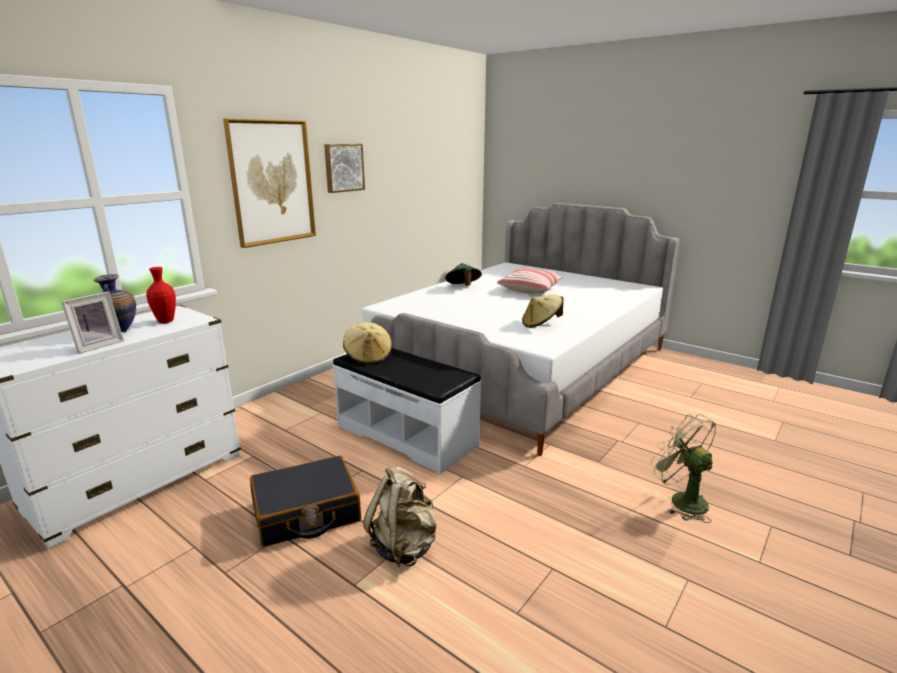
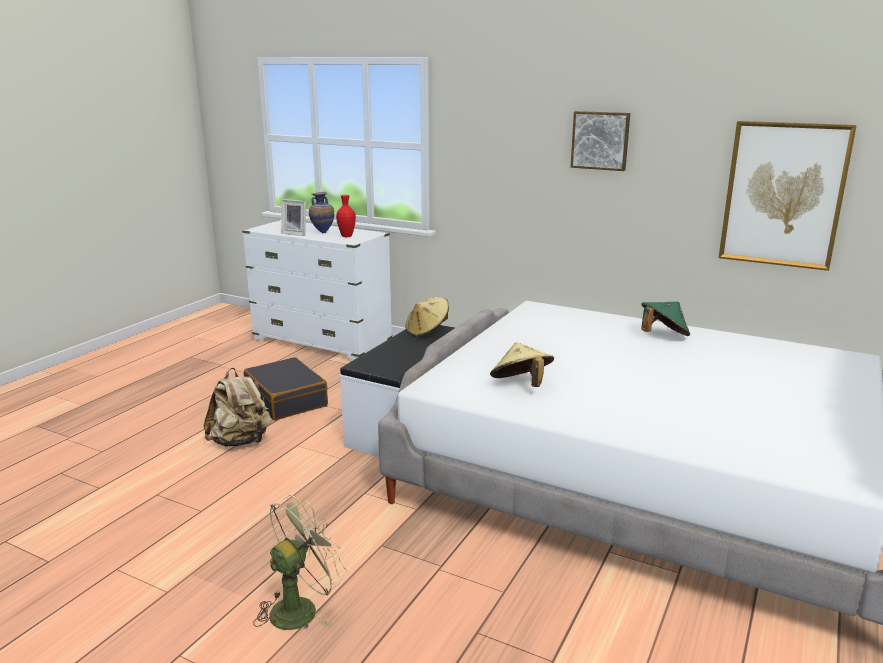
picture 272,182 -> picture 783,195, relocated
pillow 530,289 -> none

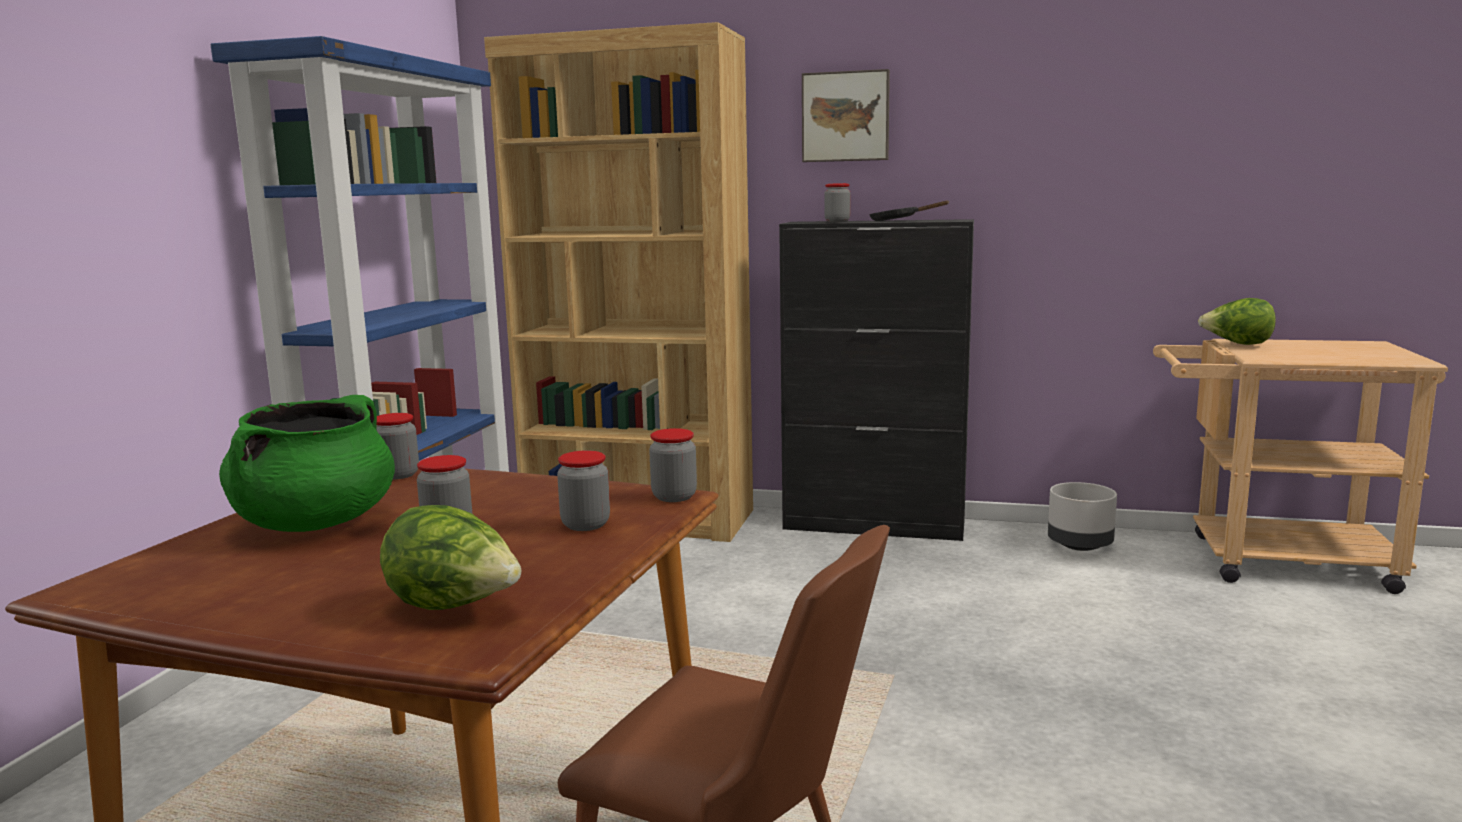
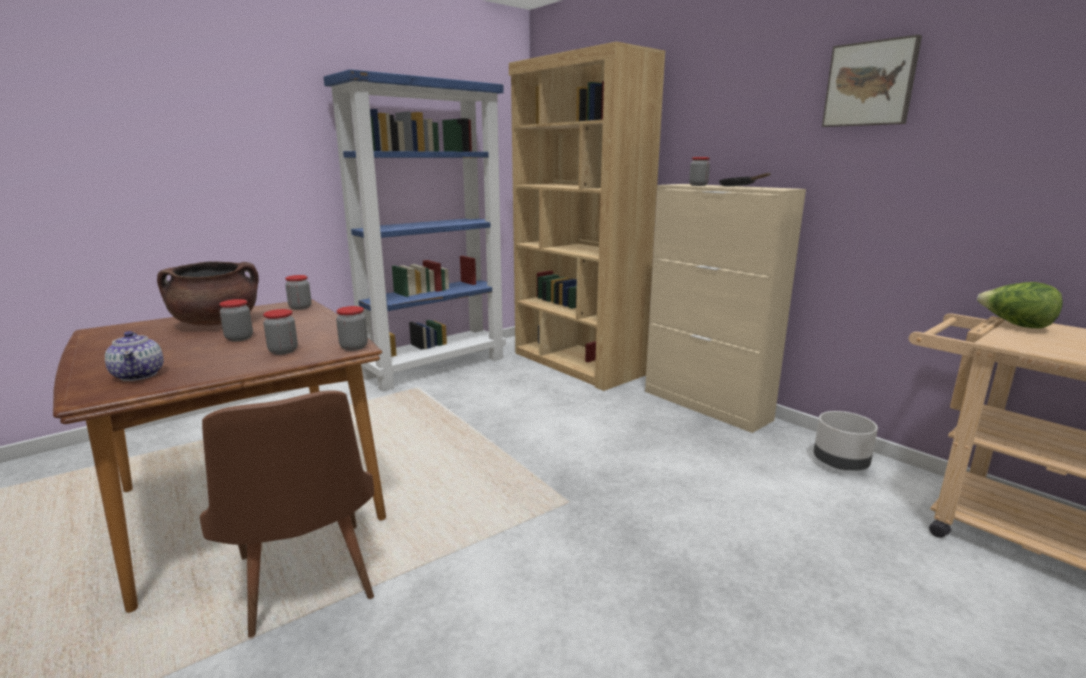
lettuce 455,607 -> teapot 139,375
green cooking pot 316,523 -> brown cooking pot 217,323
black cabinet 875,526 -> beige cabinet 706,405
picture 845,117 -> picture 870,84, relocated

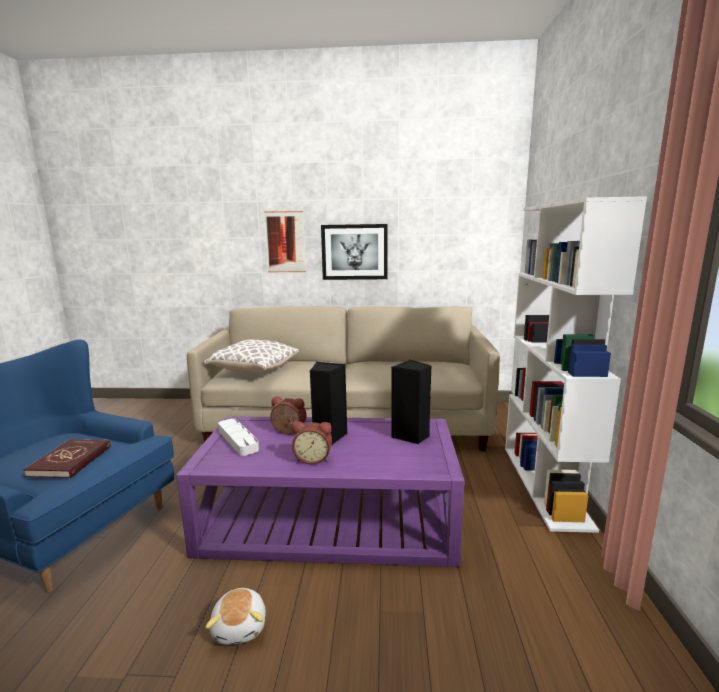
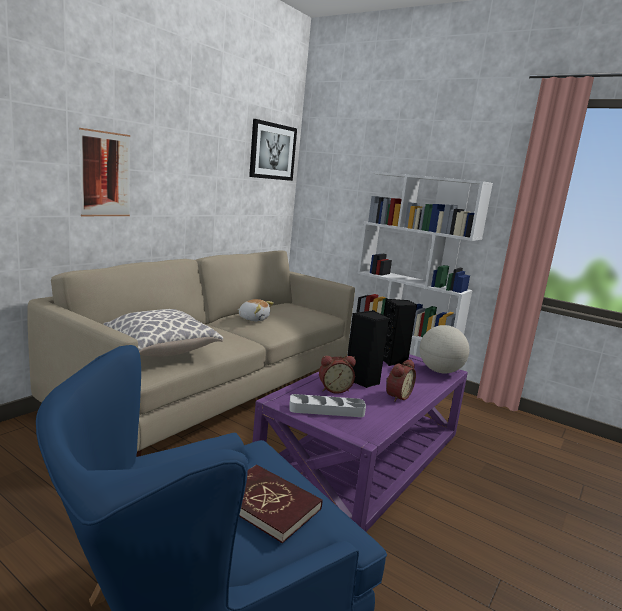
plush toy 240,626 -> plush toy 253,319, relocated
picture 354,252 -> picture 272,151, relocated
alarm clock 288,432 -> alarm clock 334,389, 150 degrees counterclockwise
none -> globe 440,371

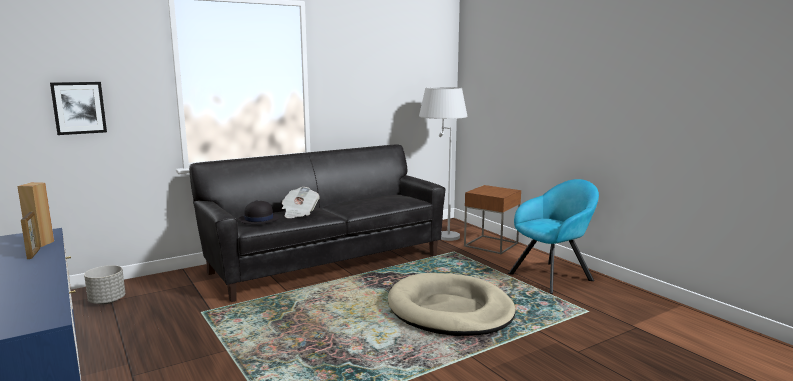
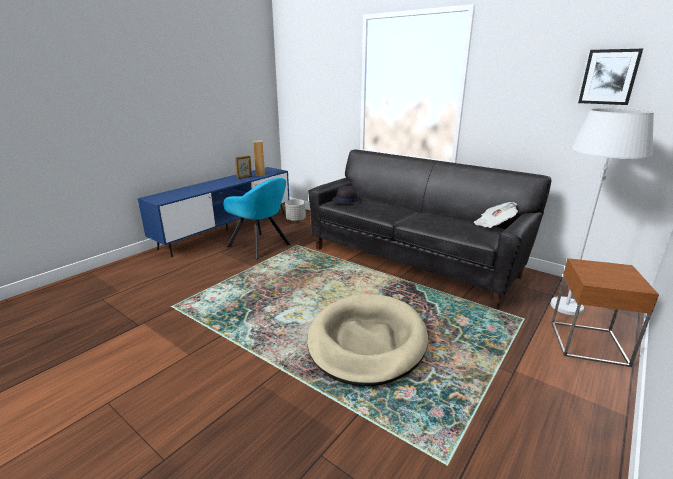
turquoise armchair 553,276 -> turquoise armchair 261,246, relocated
newspaper 299,213 -> newspaper 493,224, relocated
picture 79,108 -> picture 609,77, relocated

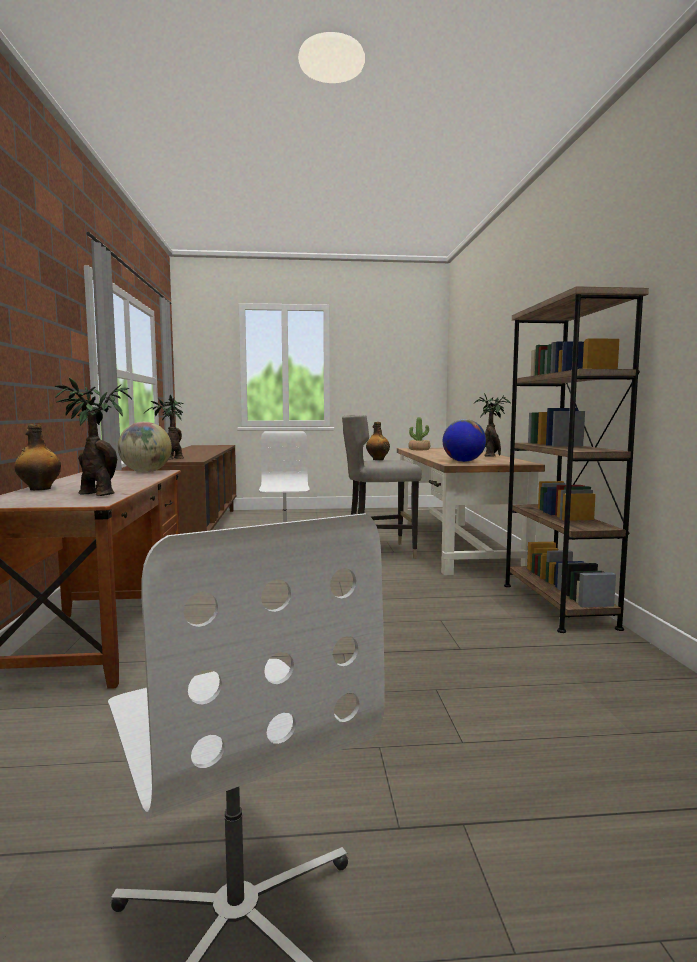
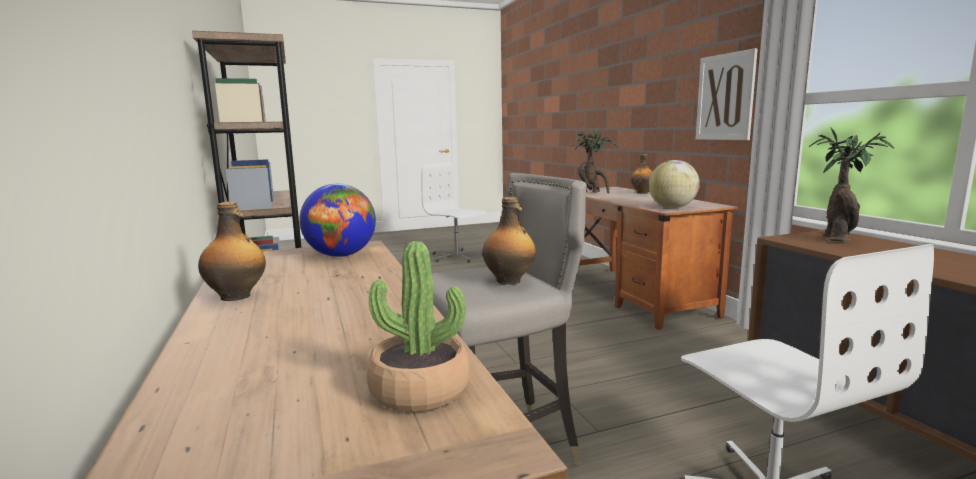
potted plant 491,456 -> bottle 237,296
none -> picture 725,97

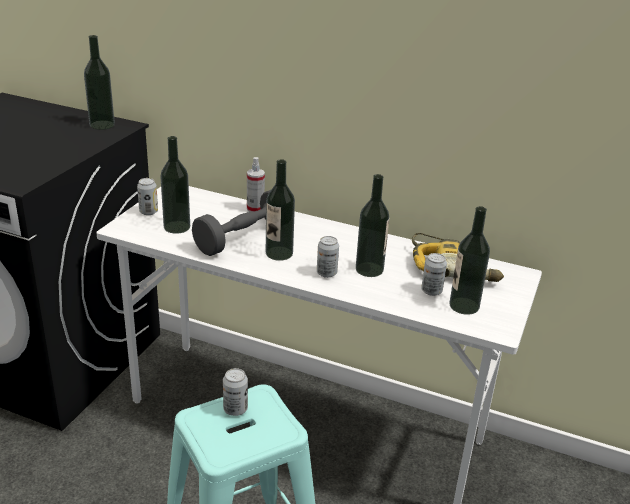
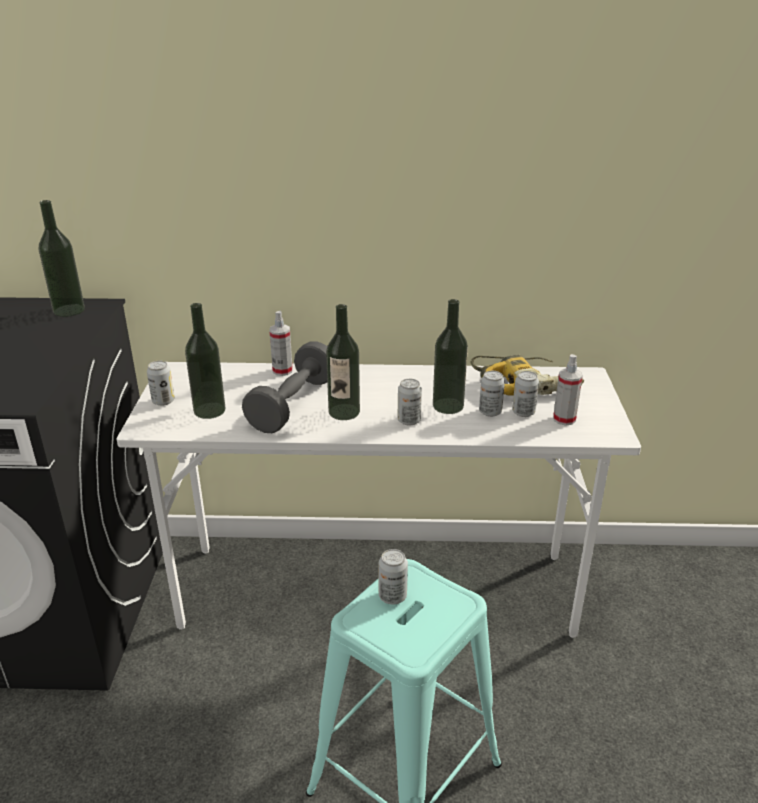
none -> can 490,412
bottle 464,306 -> spray bottle 564,419

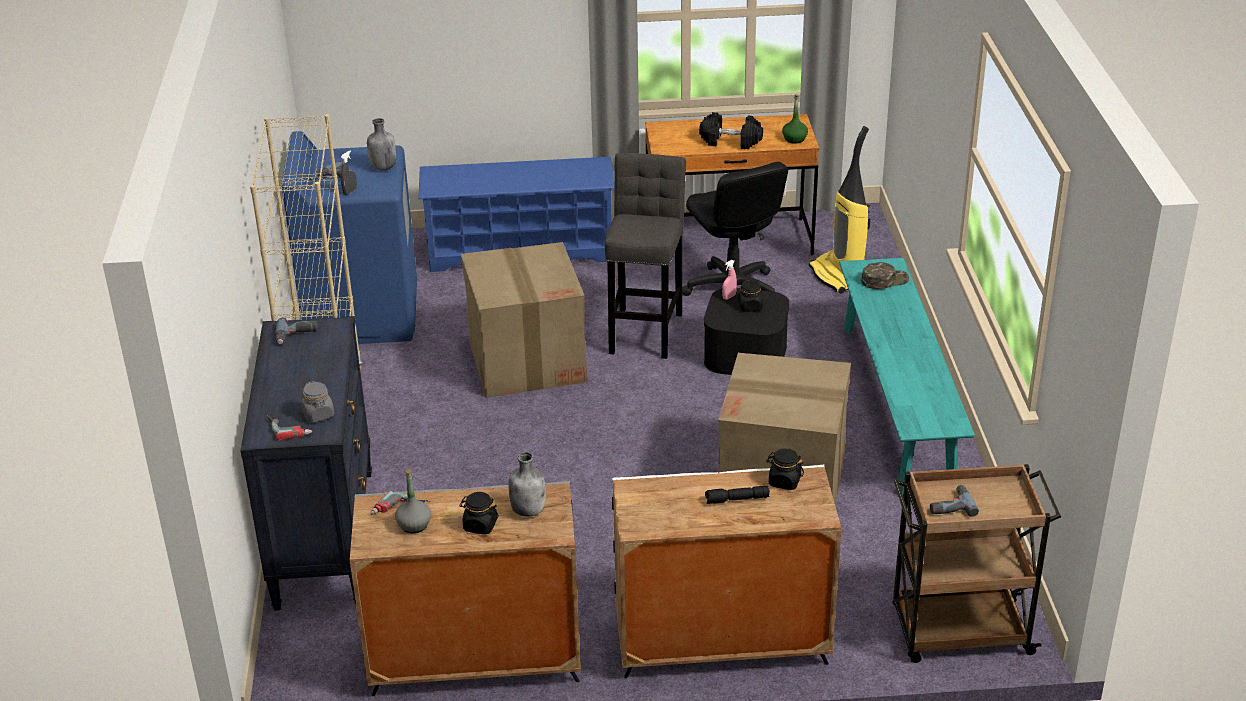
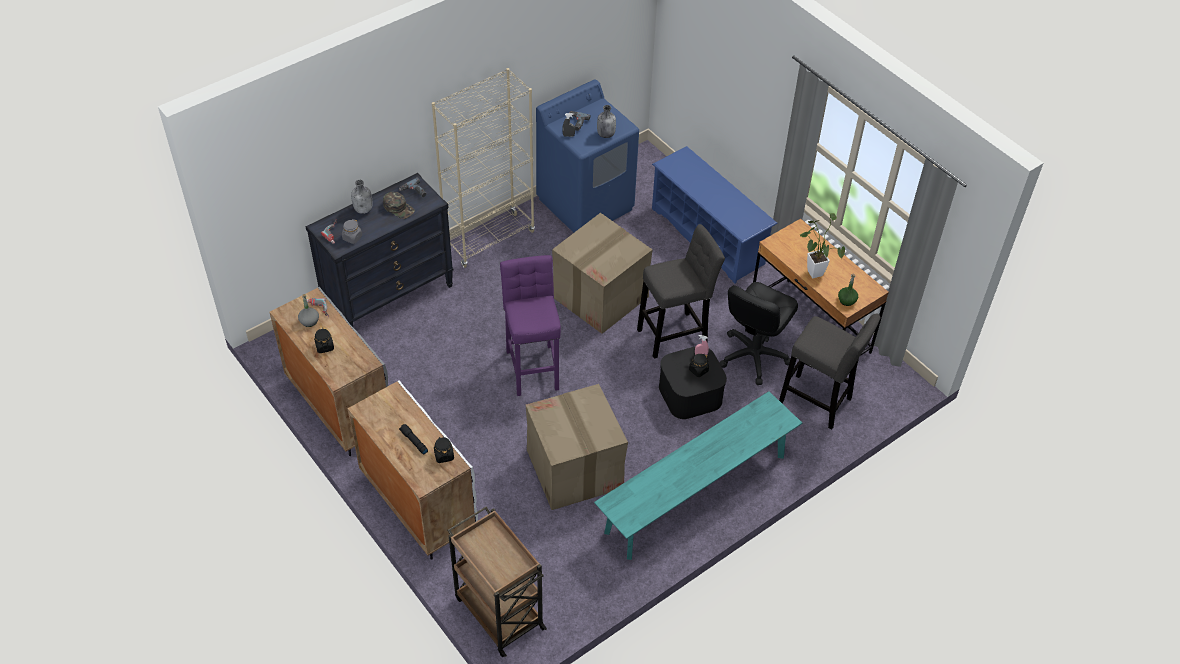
grey bottle 529,510 -> grey bottle 364,209, relocated
green cap 884,280 -> green cap 399,208, relocated
none -> purple stool 533,366
vacuum cleaner 839,276 -> grey stool 818,403
black dumbbell 731,141 -> potted plant 813,270
power drill 950,505 -> none

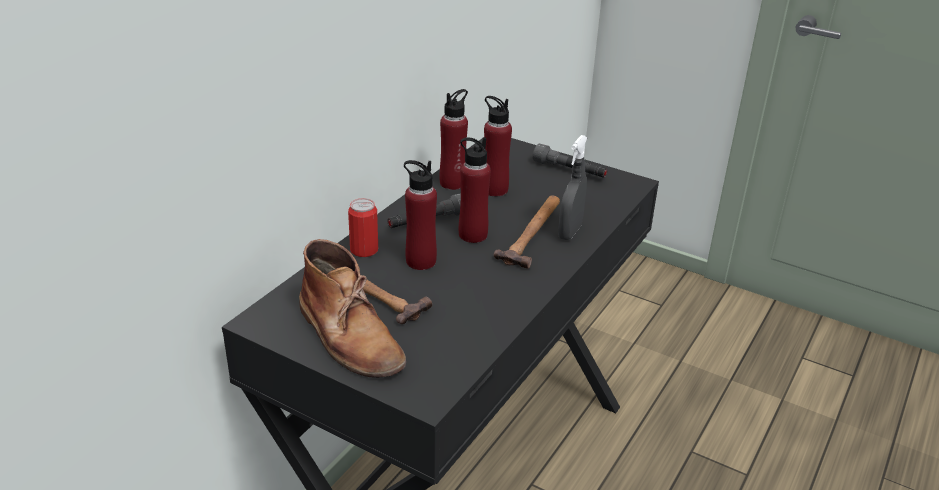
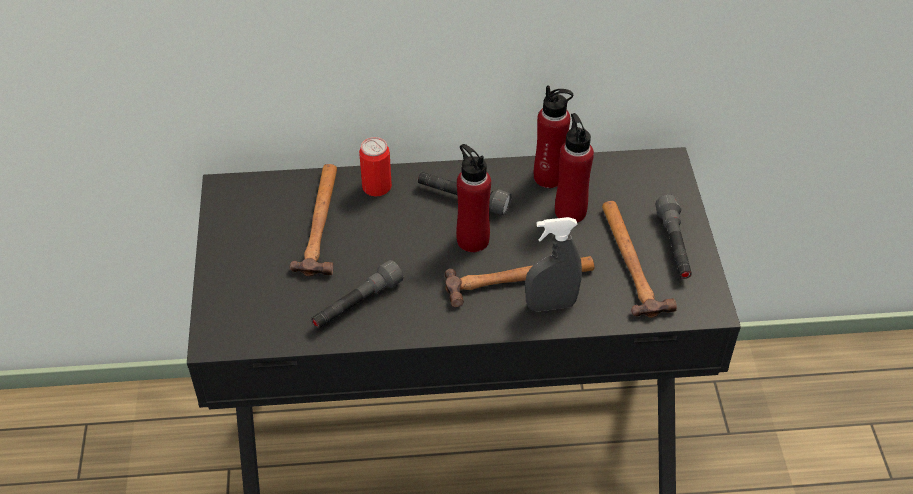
none -> grey flashlight 356,304
none -> hammer 631,261
brown boot 350,336 -> none
red bottle 420,261 -> none

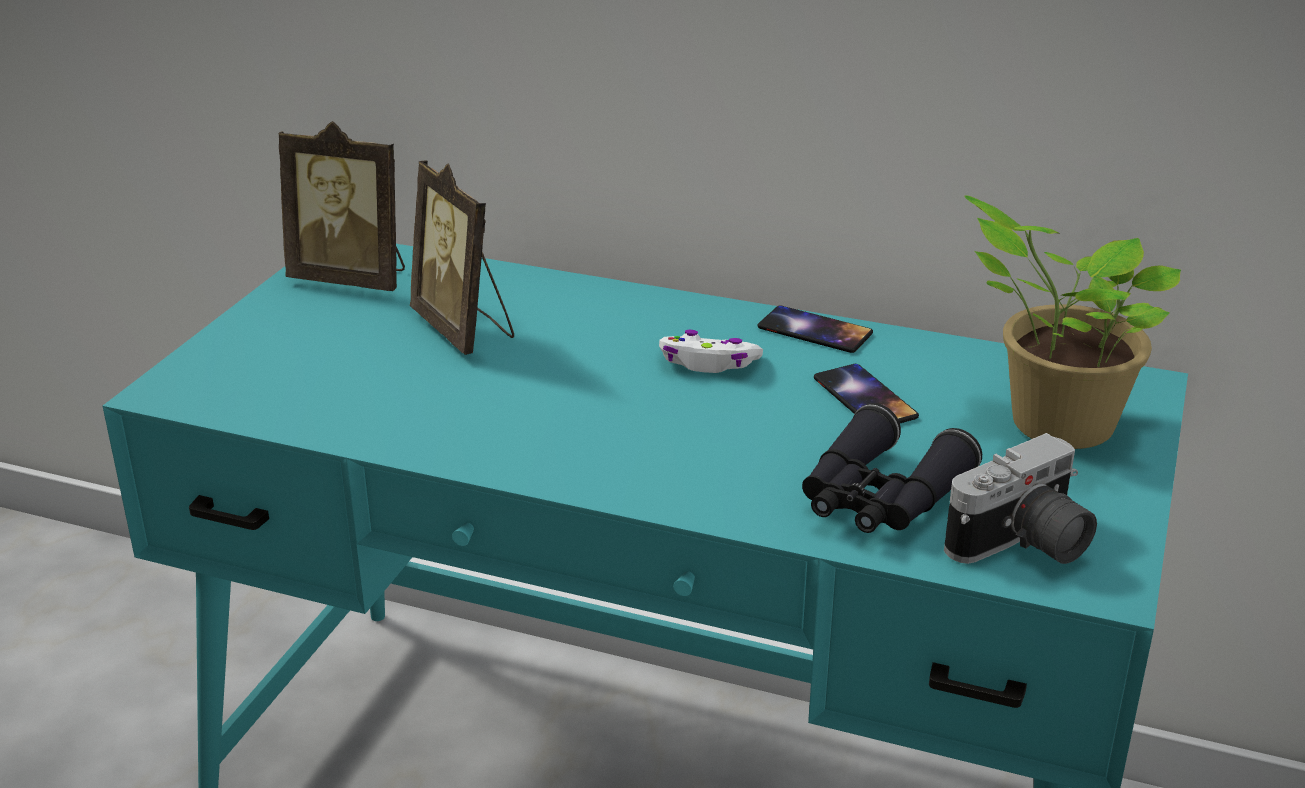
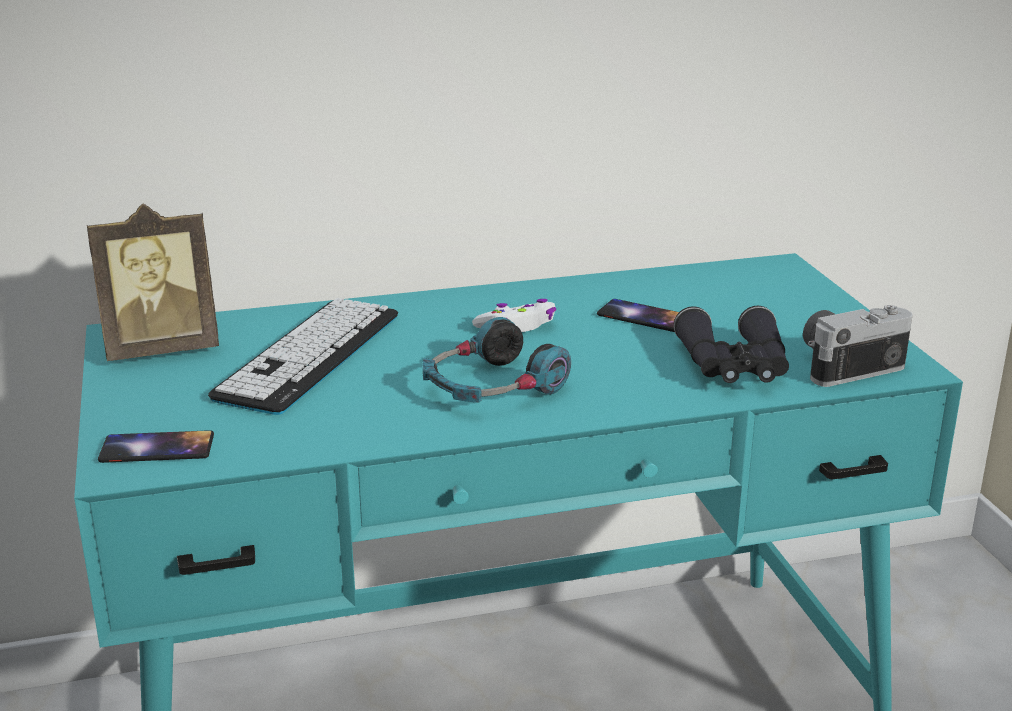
phone 815,330 -> phone 157,448, relocated
picture frame 465,329 -> keyboard 309,356
none -> headphones 492,387
photo camera 1024,546 -> photo camera 845,364, 135 degrees counterclockwise
potted plant 1053,423 -> none

